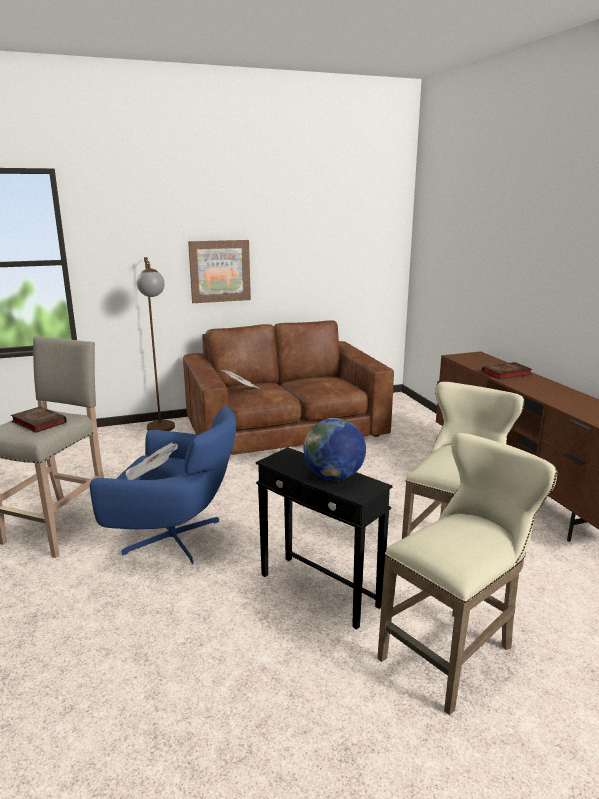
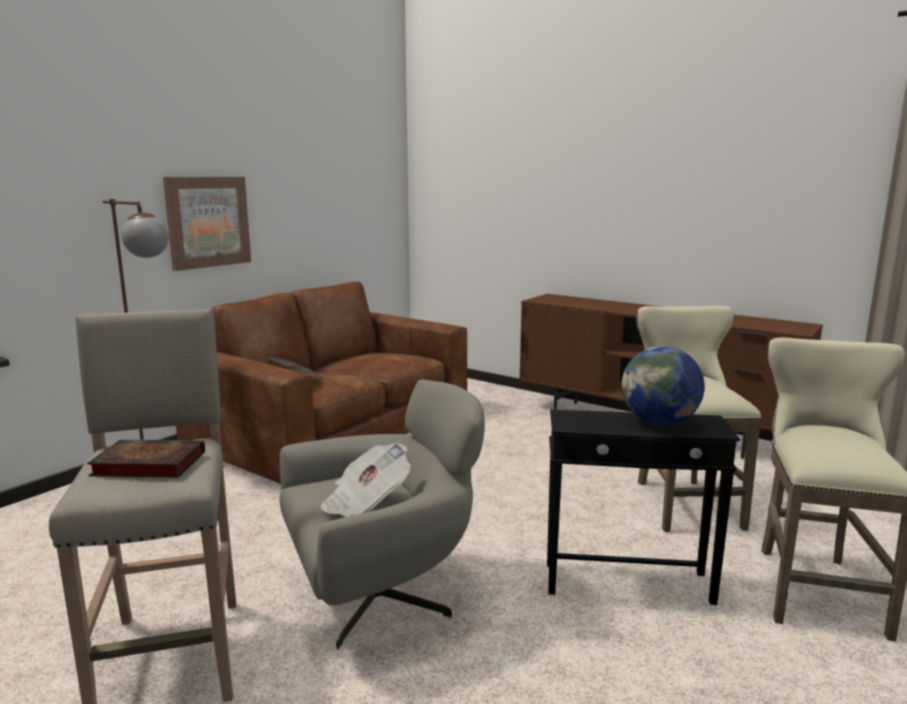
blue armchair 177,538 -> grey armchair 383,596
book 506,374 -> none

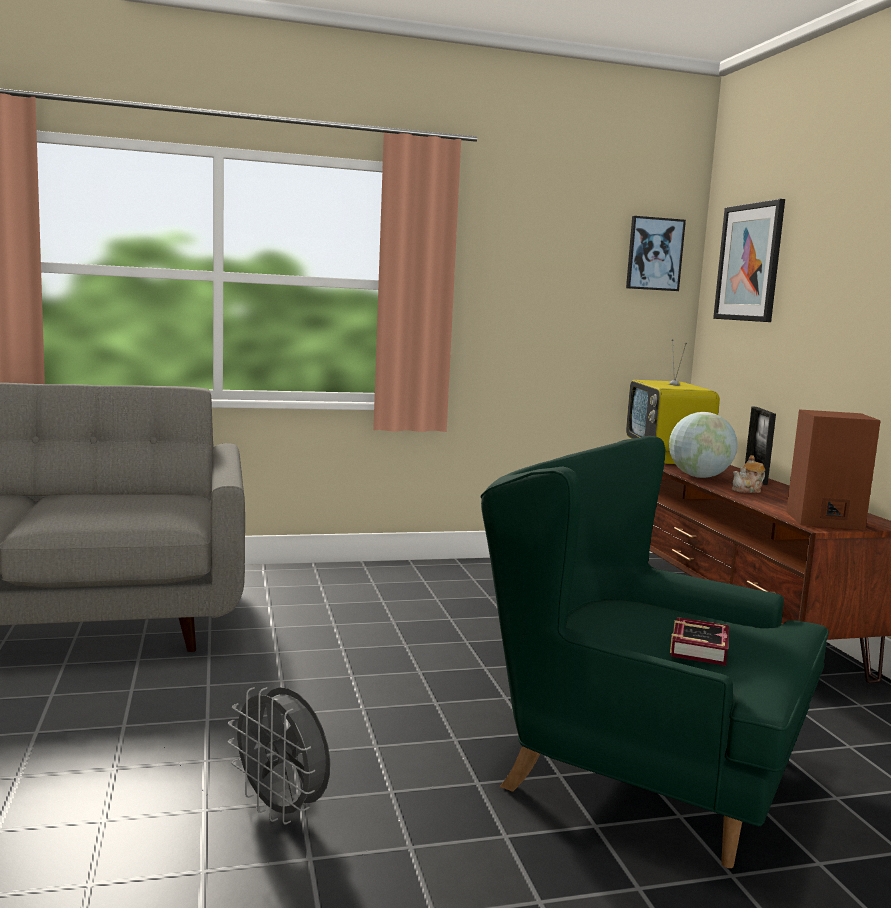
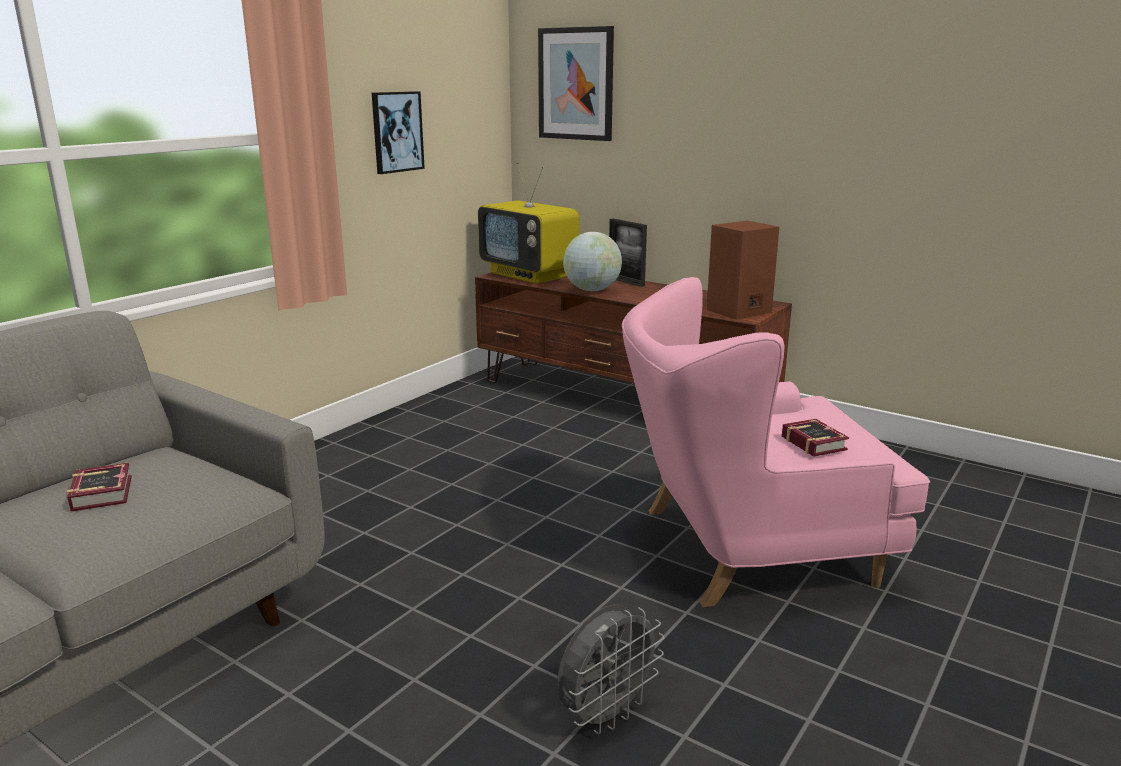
none -> book 104,492
picture 654,254 -> picture 396,132, relocated
grey fan 282,810 -> grey fan 606,715, 45 degrees counterclockwise
green armchair 637,767 -> pink armchair 748,546
teapot 747,490 -> none

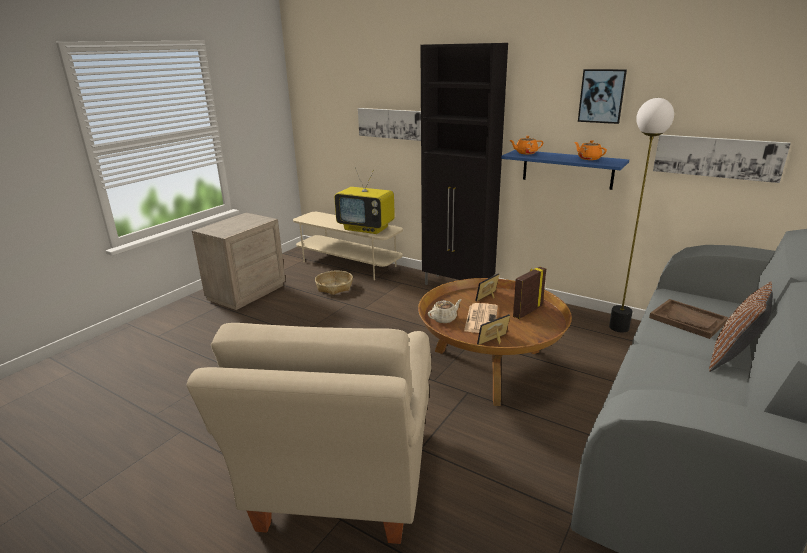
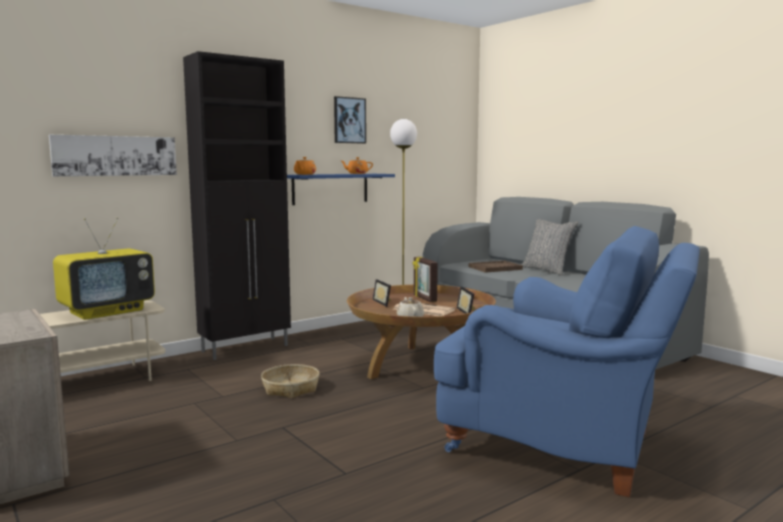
basket 334,287 -> basket 290,388, relocated
beige armchair 342,480 -> blue armchair 561,446
brown pillow 734,357 -> grey pillow 547,270
picture 717,157 -> none

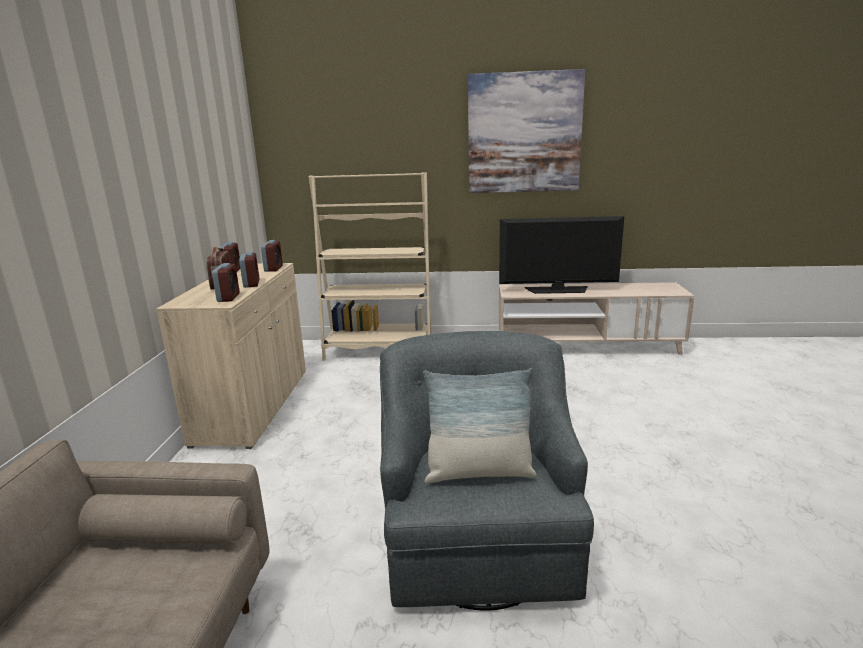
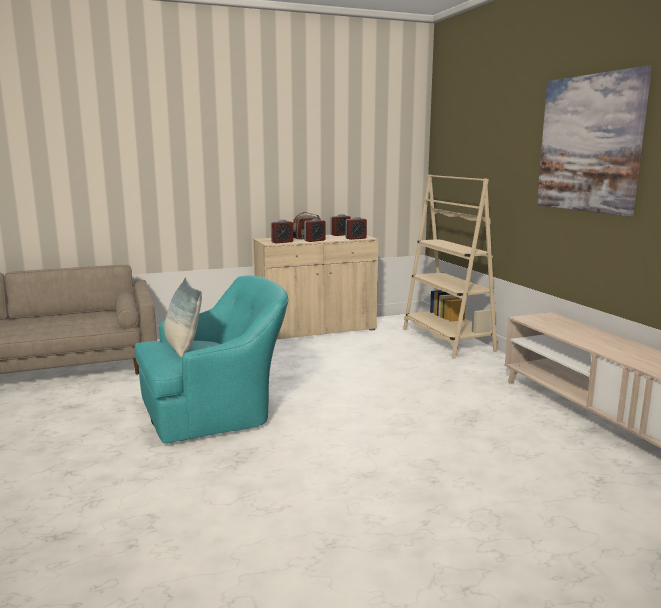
grey armchair 478,535 -> turquoise armchair 216,411
television 557,290 -> none

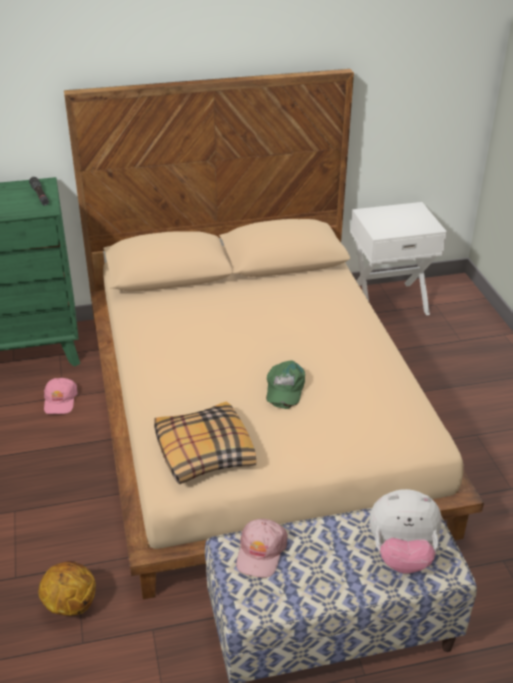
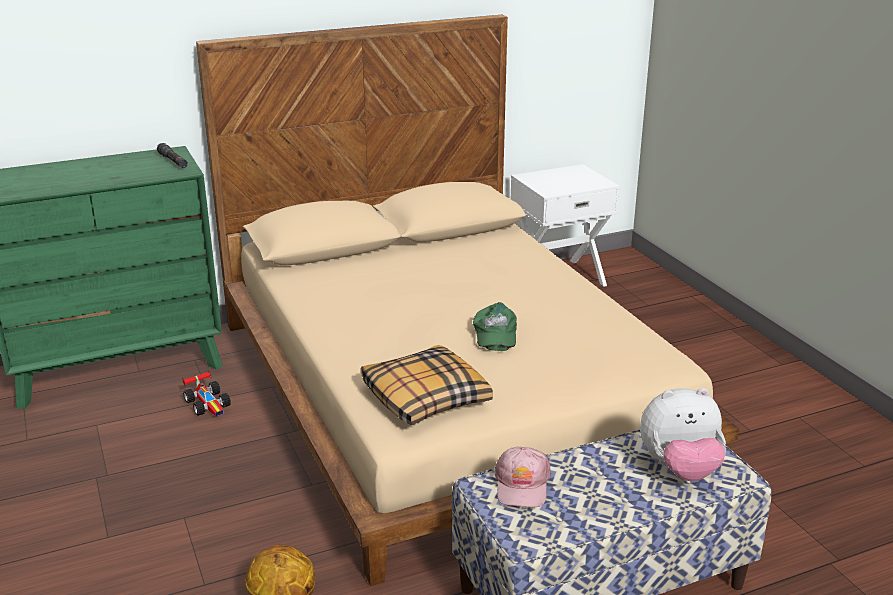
pink cap 60,400 -> toy car 208,403

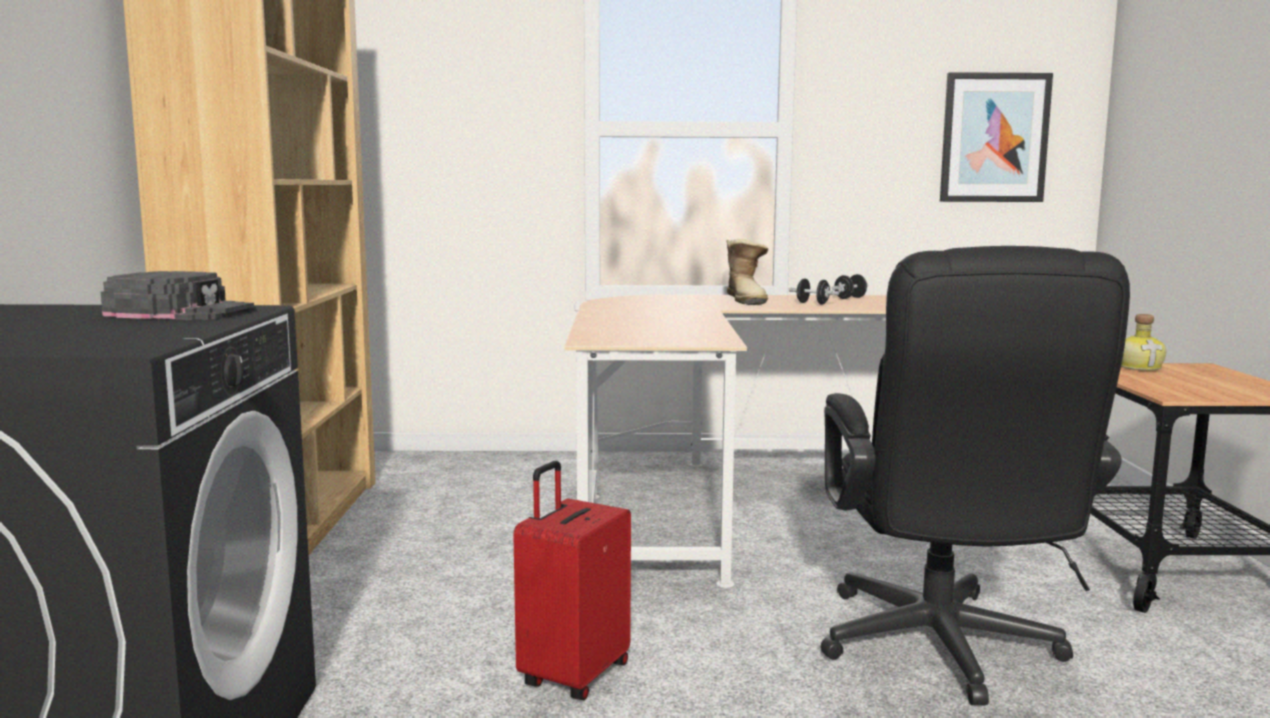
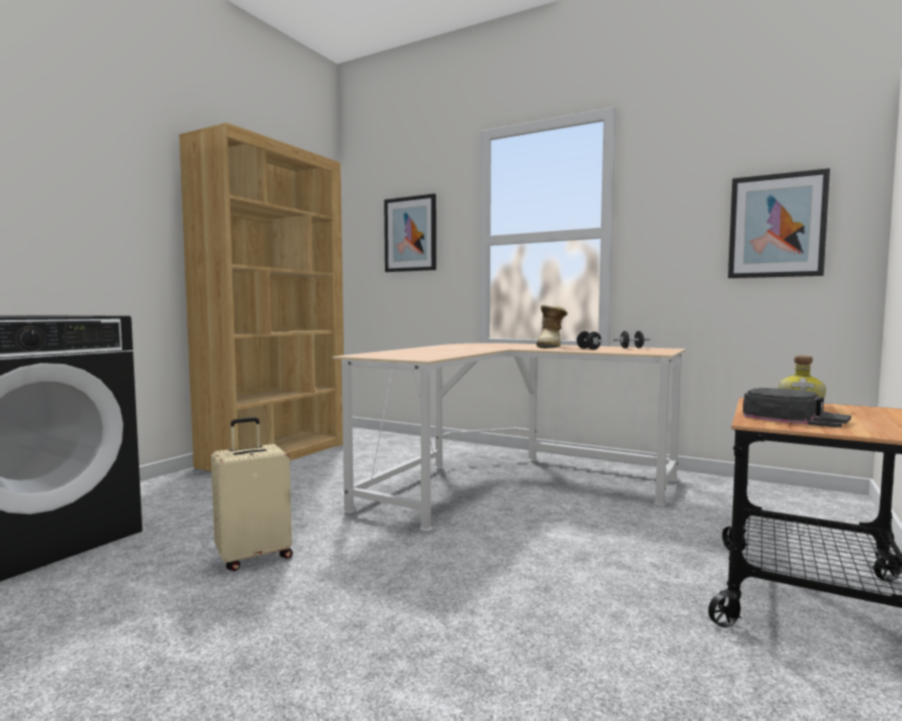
red suitcase 573,675 -> beige suitcase 254,556
none -> picture 410,234
black cap 182,312 -> black cap 794,418, relocated
black office chair 942,653 -> none

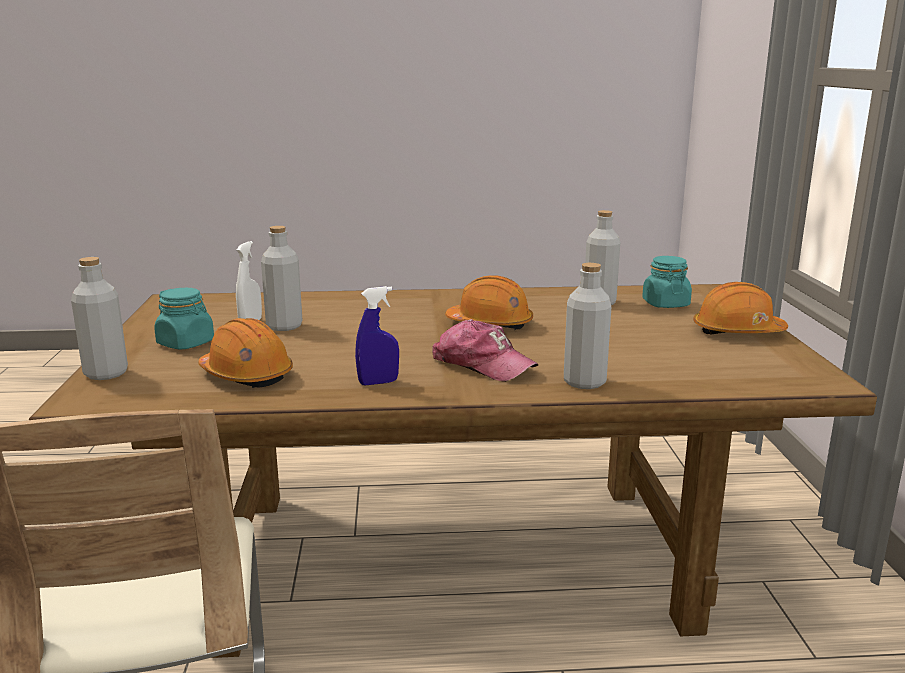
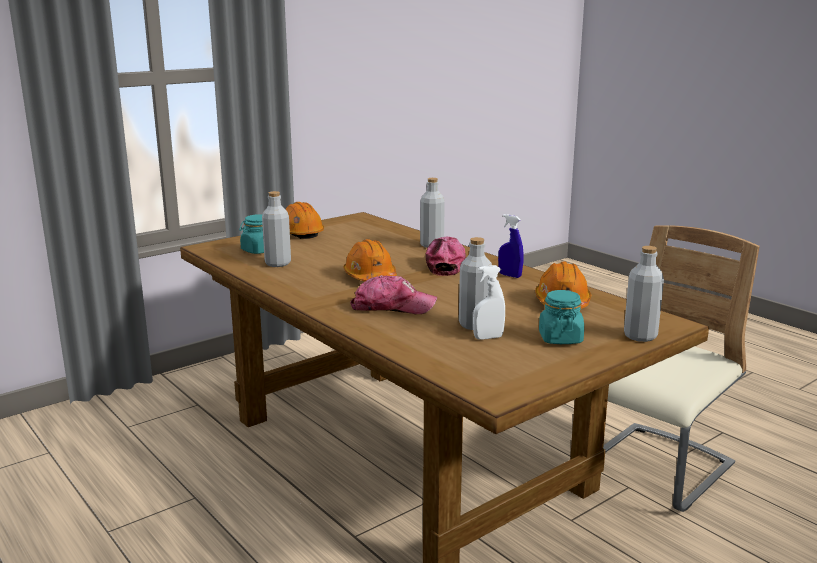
none -> cap 392,307

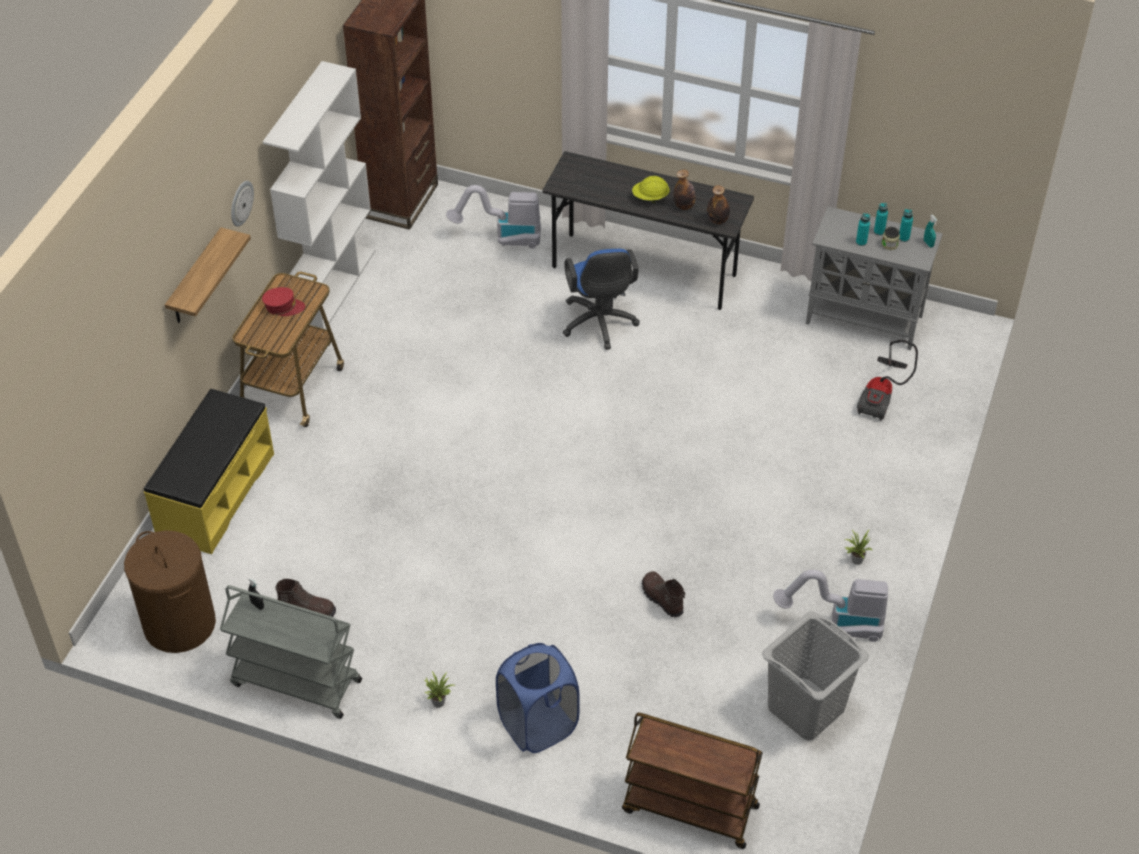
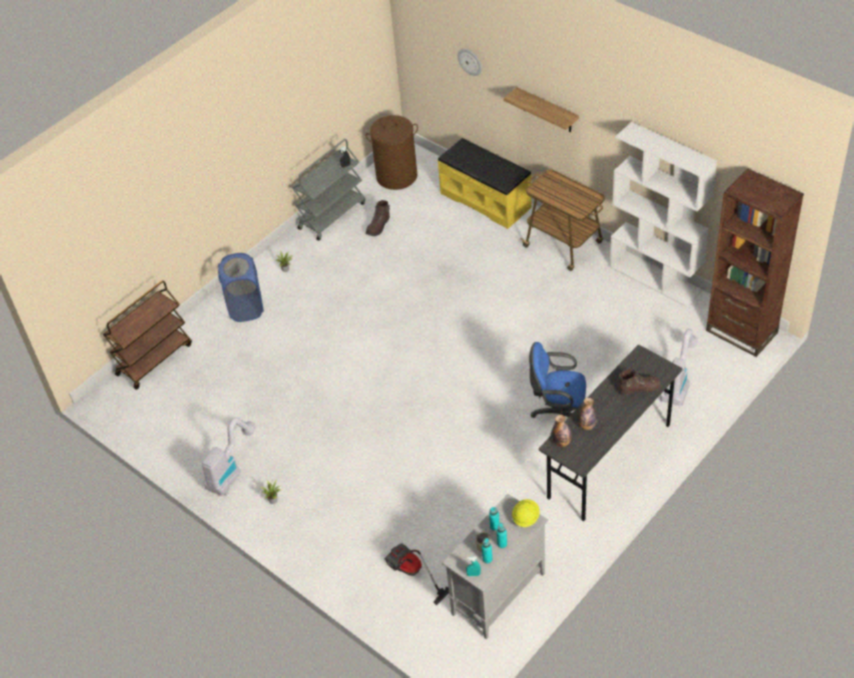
wall clock 240,203 -> wall clock 470,61, relocated
yellow hard hat 650,198 -> yellow hard hat 525,518, relocated
brown boot 661,599 -> brown boot 639,389, relocated
red cap 283,307 -> none
grey laundry basket 805,709 -> none

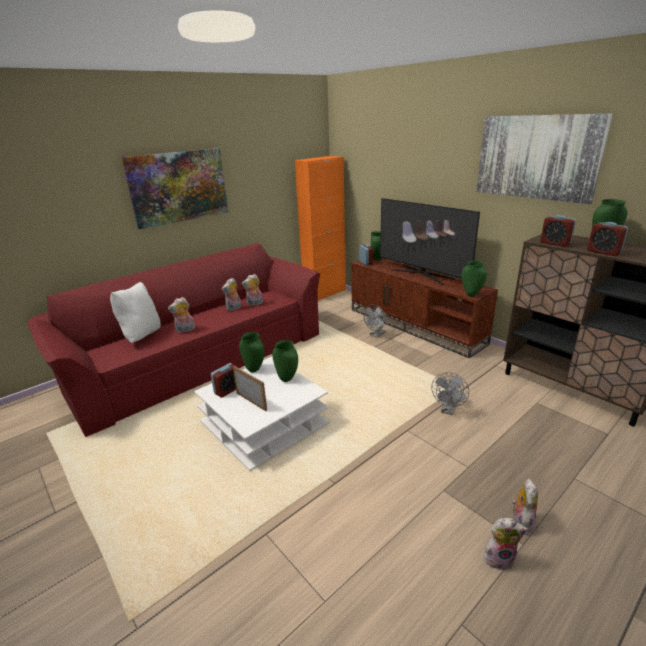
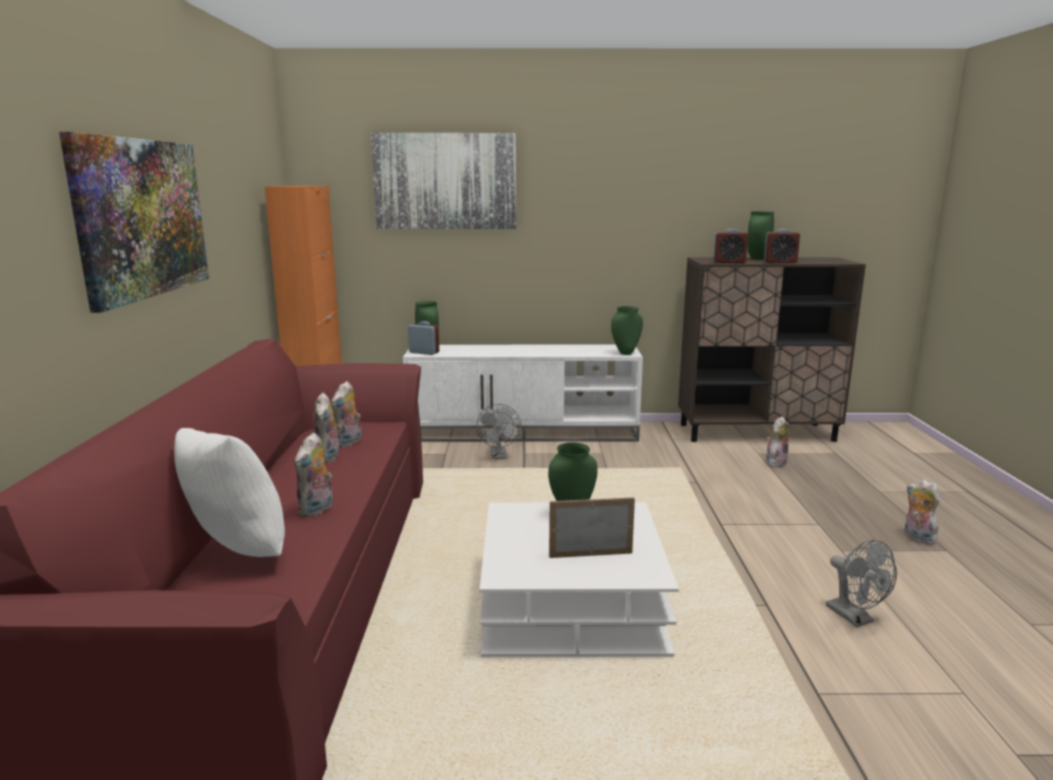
picture 536,157 -> picture 445,181, relocated
brown tv stand 415,325 -> white tv stand 524,432
plush toy 499,558 -> plush toy 775,462, relocated
grey fan 448,410 -> grey fan 855,618, relocated
alarm clock 227,390 -> none
green vase 254,369 -> none
television 422,274 -> none

